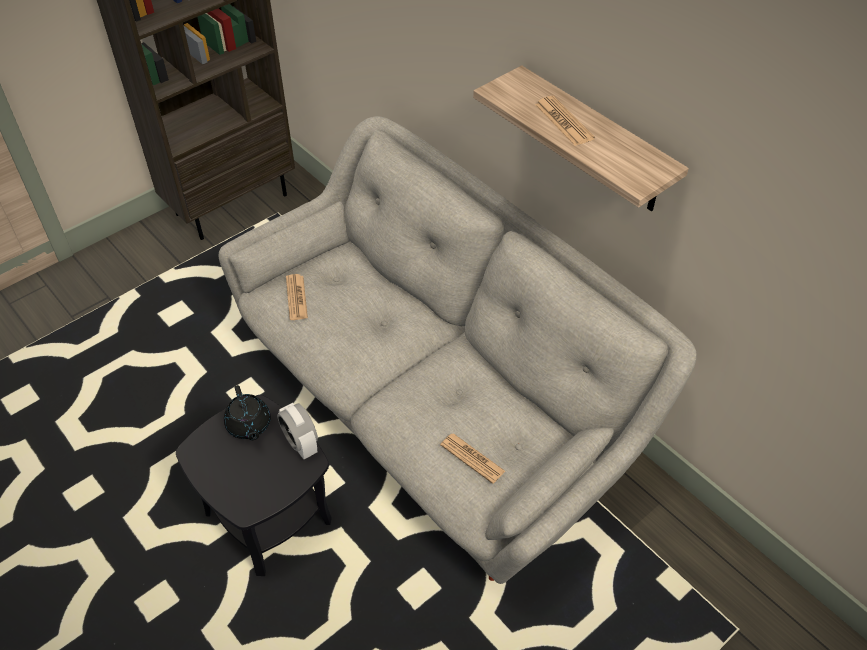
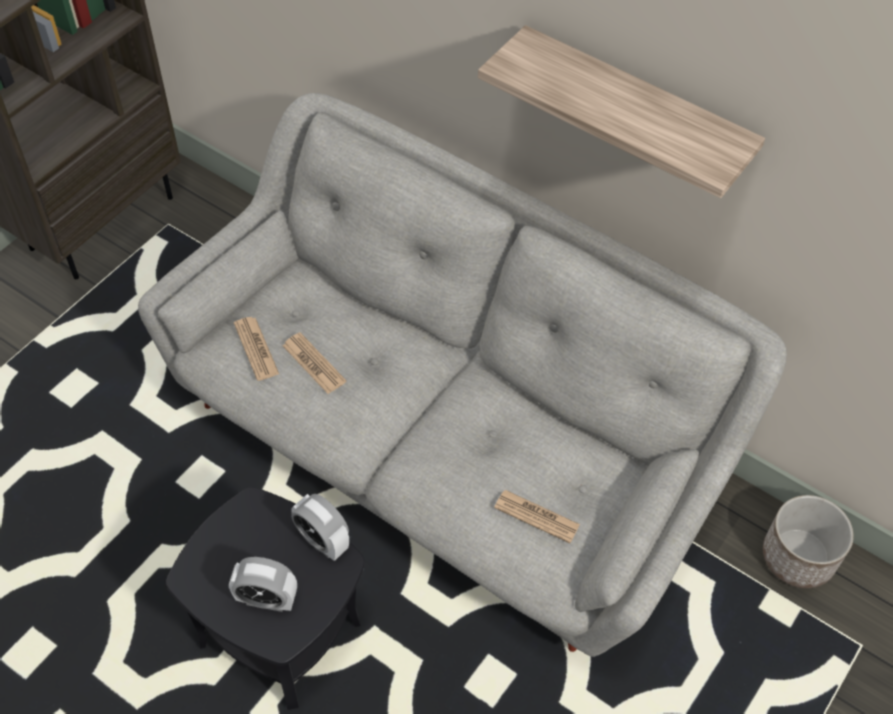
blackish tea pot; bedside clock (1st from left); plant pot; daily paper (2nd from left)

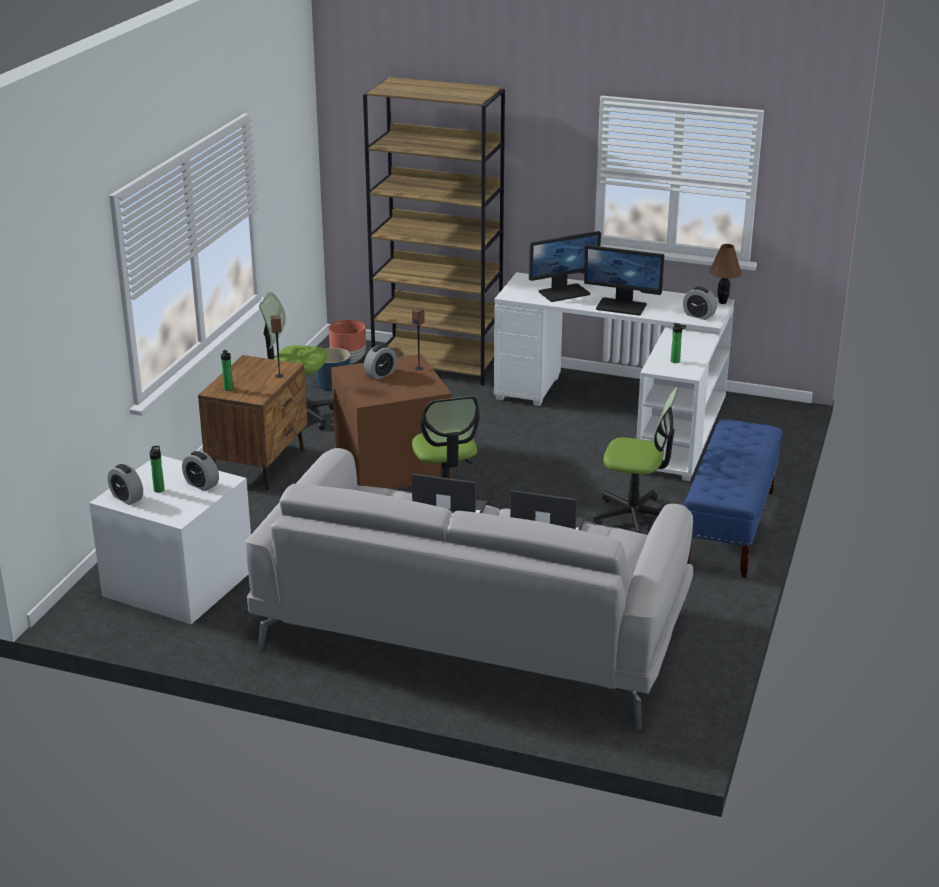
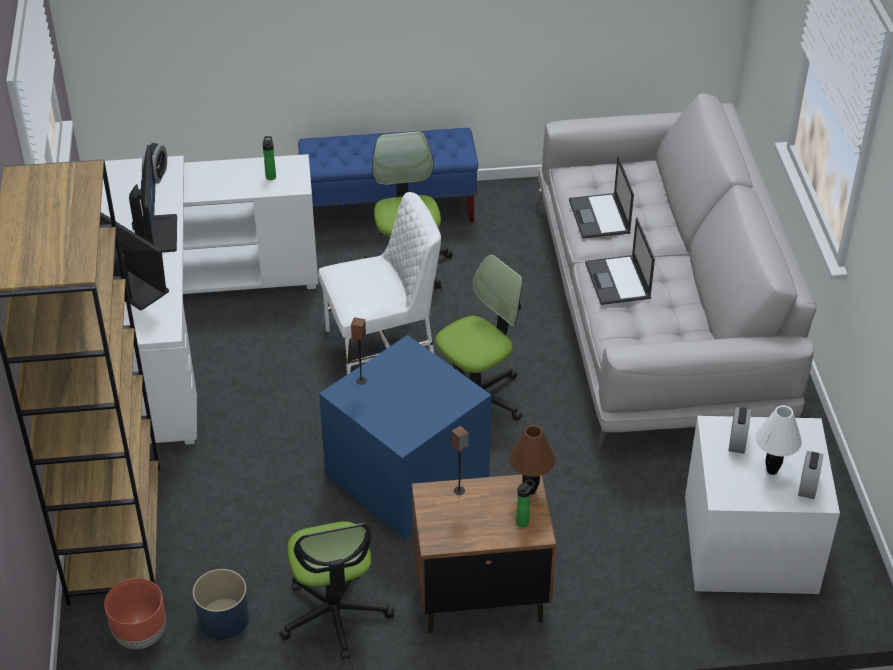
bedside clock (3rd from left in the first image); white-coloured plain chair; brownish lamp for a table; white-coloured lamp for a table; blue-coloured storage container

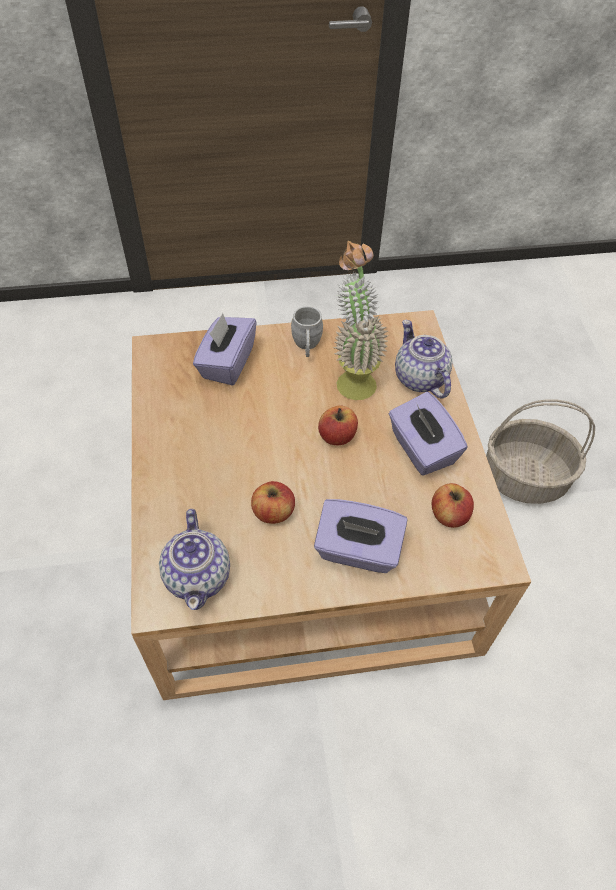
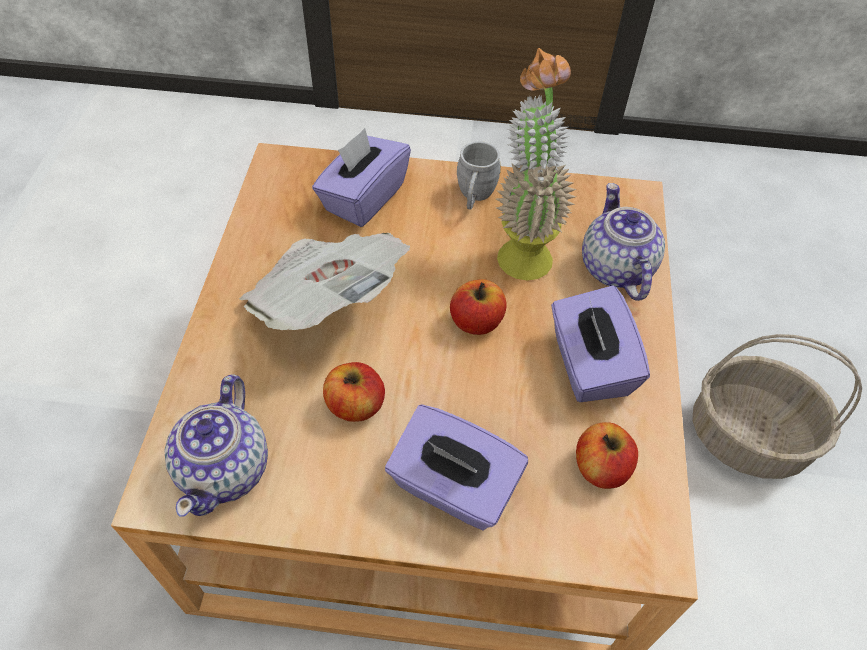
daily paper

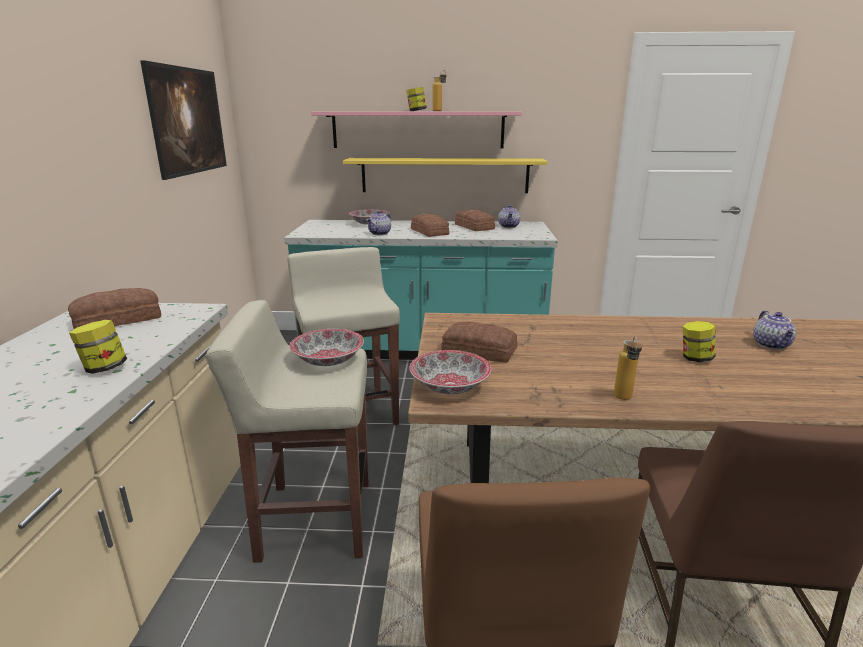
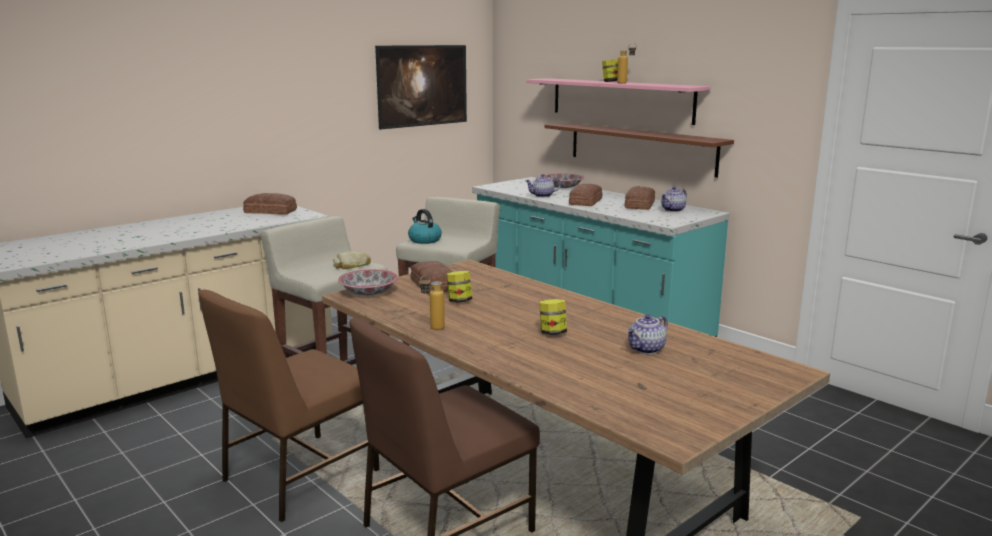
kettle; storage jar (1st from left); baked bread (2nd from left); brownish shelf

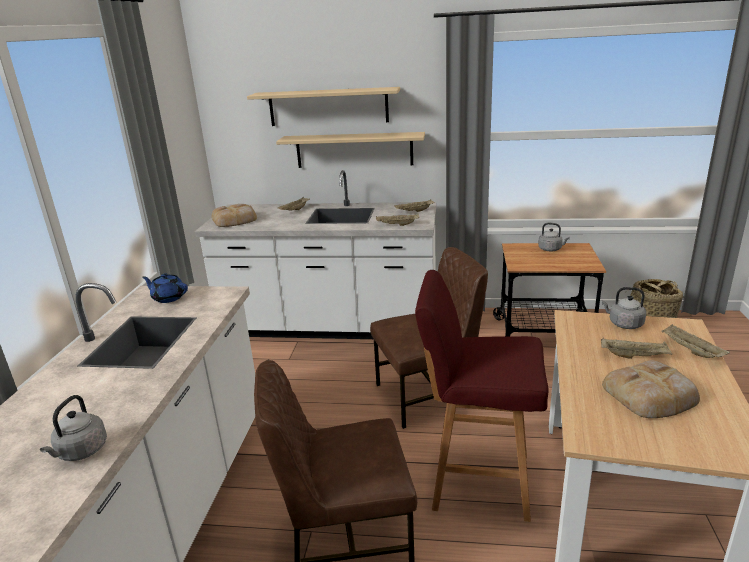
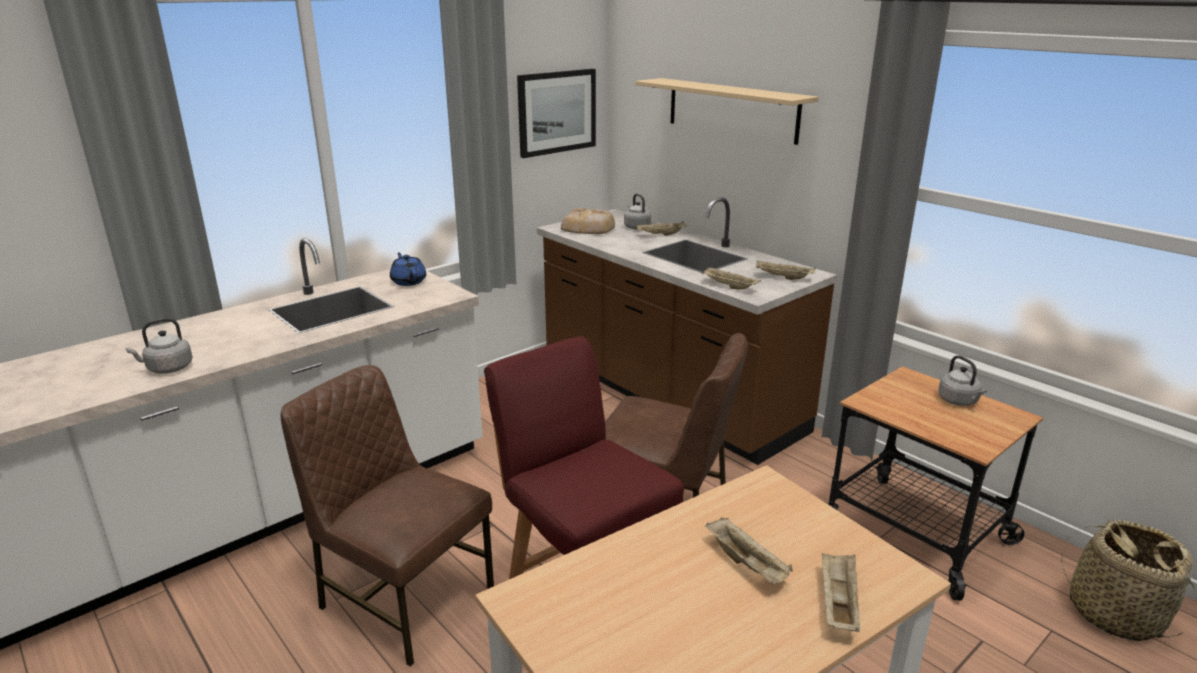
beige shelf (2nd from left in the first image); baked bread (2nd from left in the first image); picture; greyish kettle (2nd from left); brownish counter

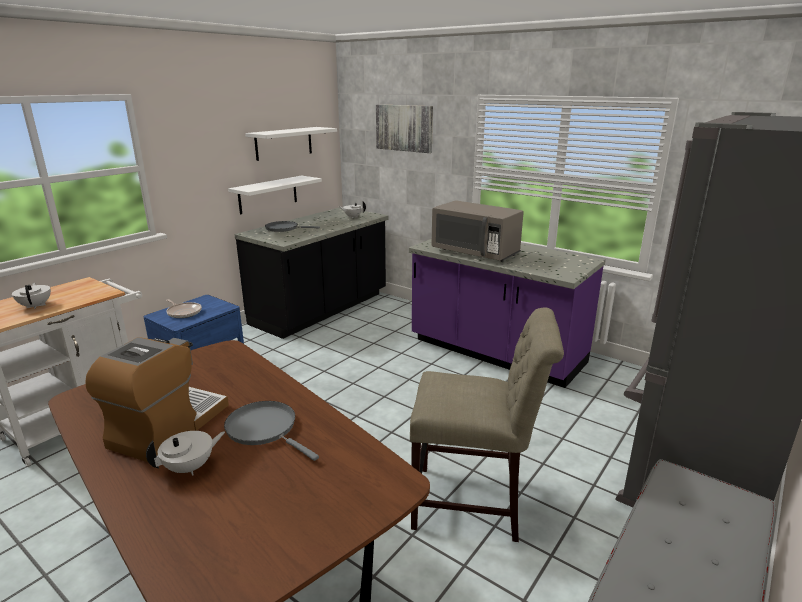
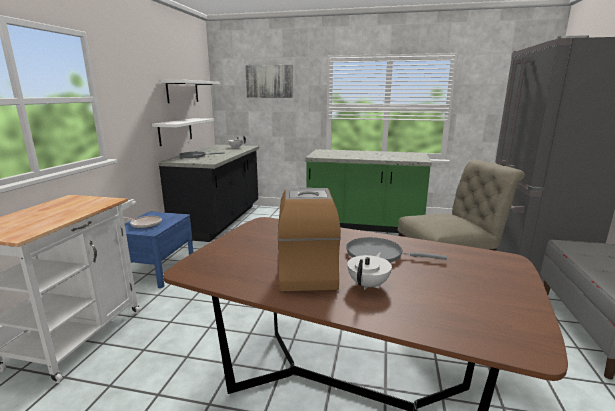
white-coloured tea pot (1st from left in the first image); greyish microwave oven; greenish counter

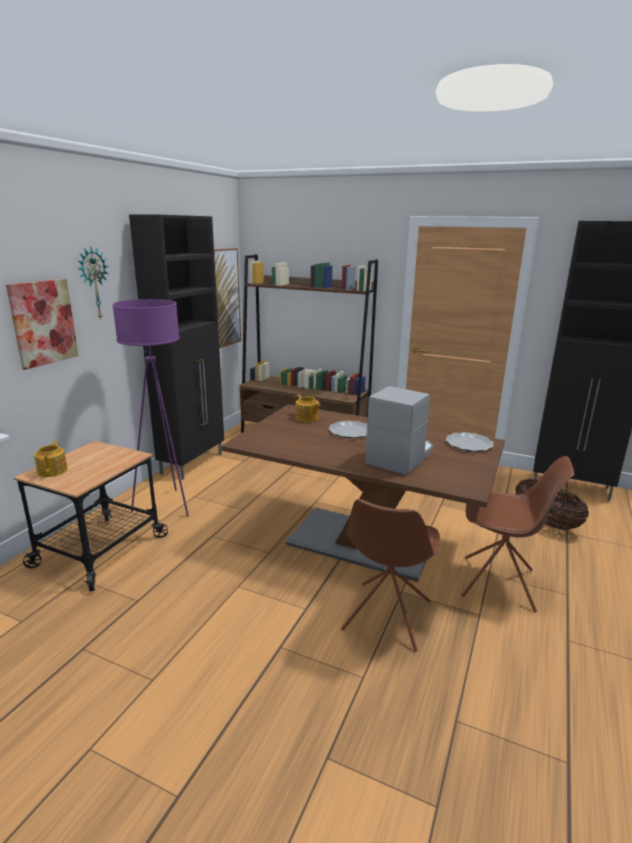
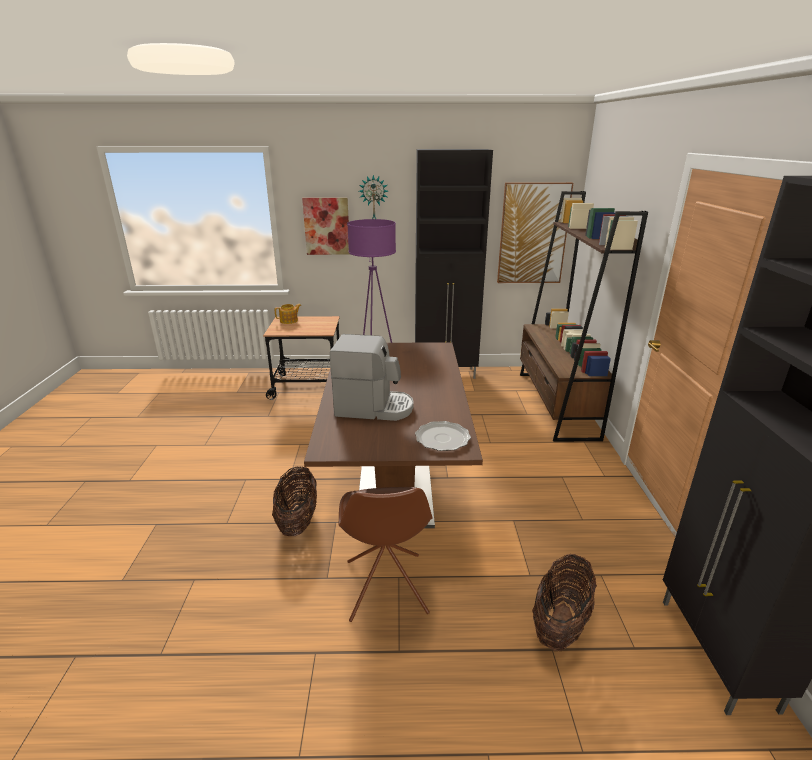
tea pot (2nd from left in the first image); flat dish (1st from left in the first image); household basket (1st from left)

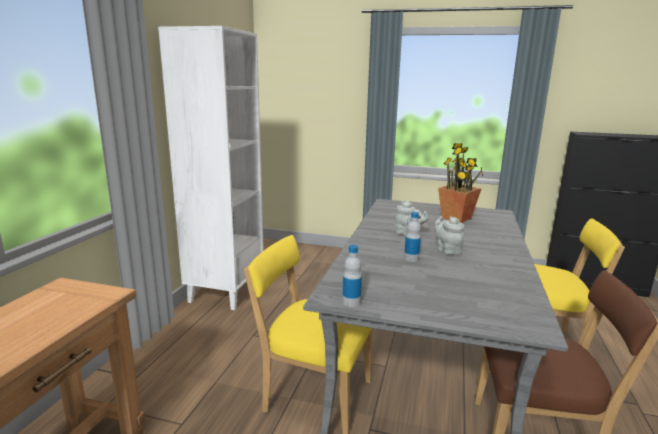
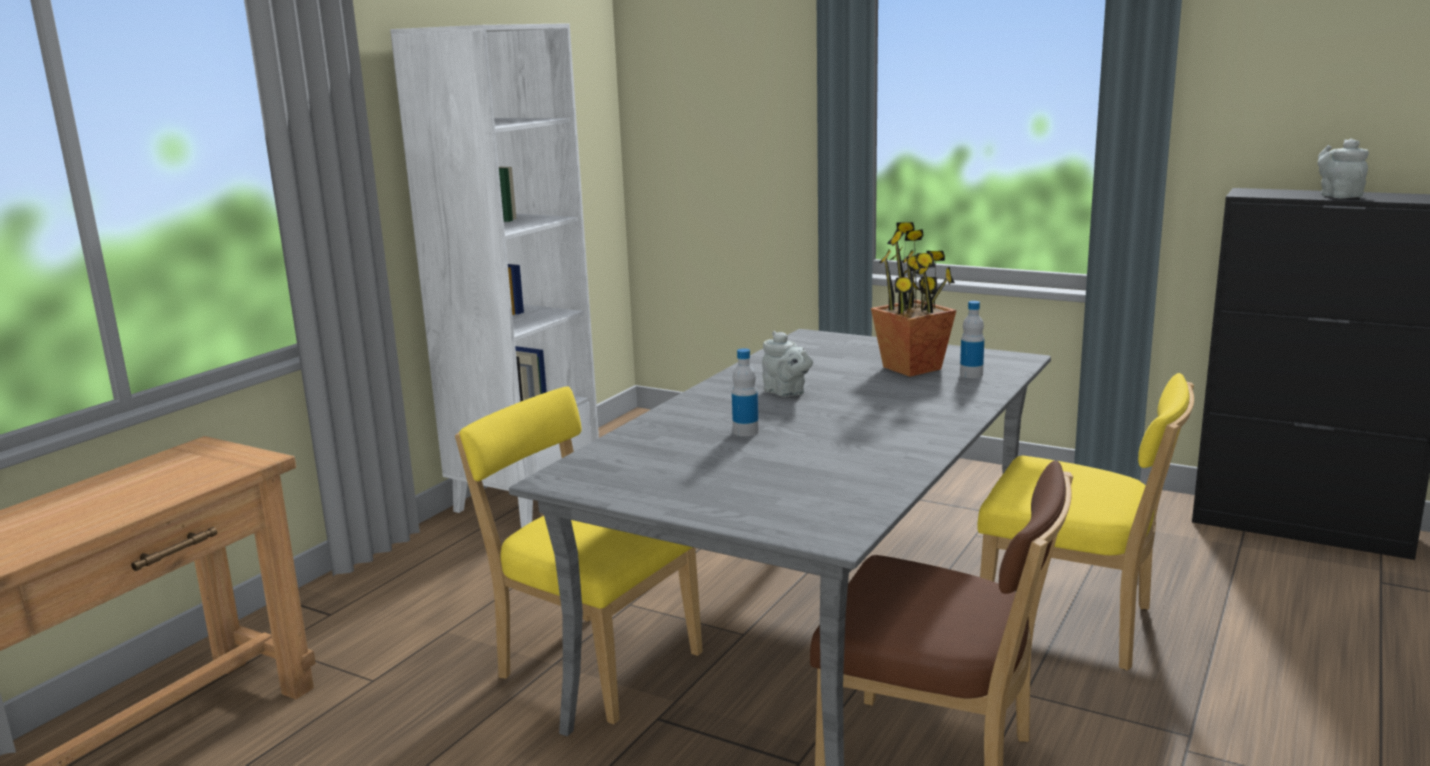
beverage bottle (2nd from left); greyish tea pot (2nd from left)

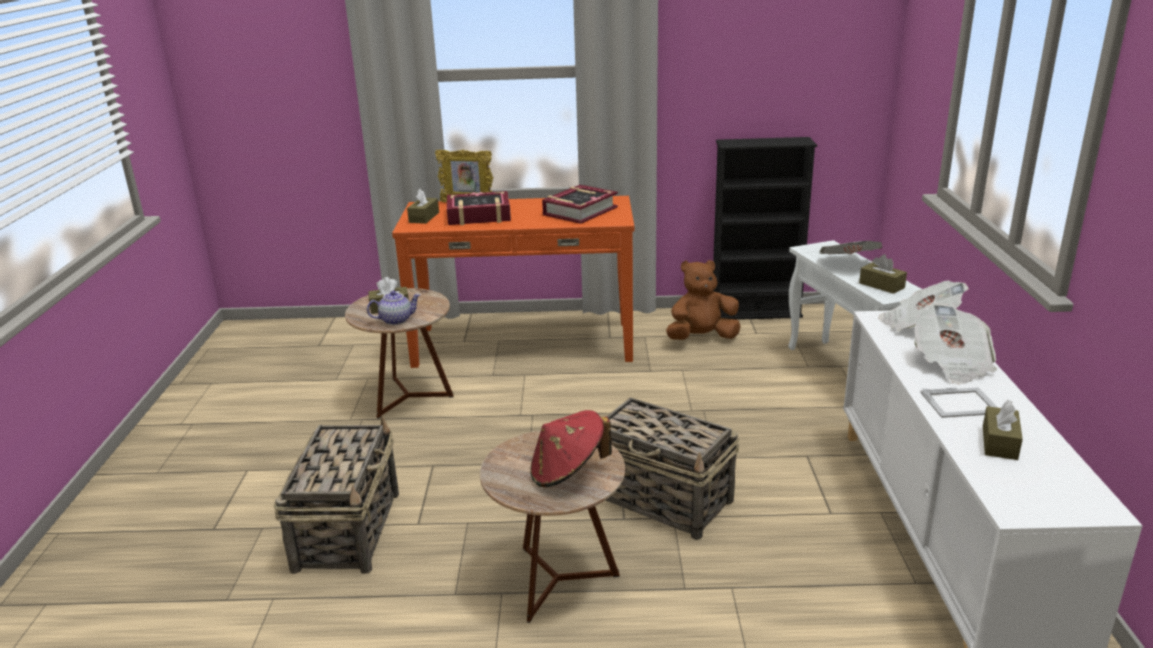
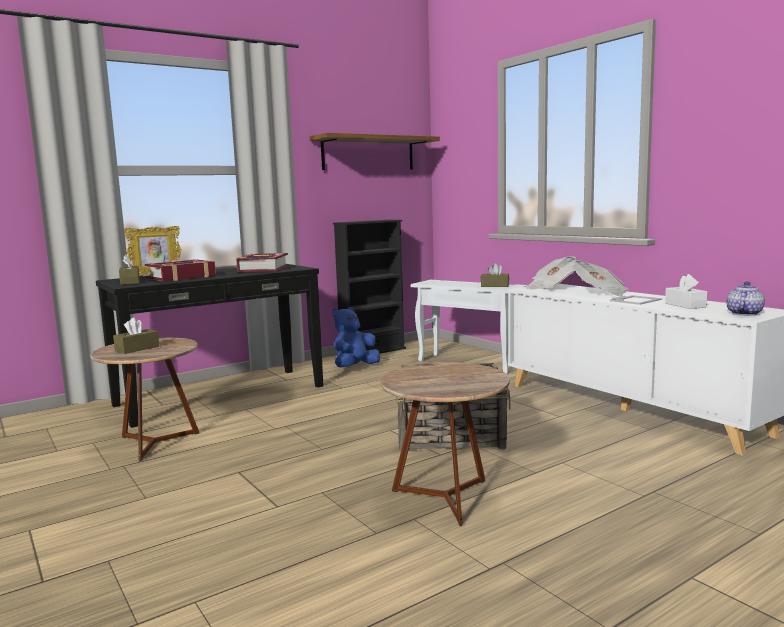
household basket (1st from left in the first image); red-coloured hat; daily paper (1st from left in the first image); shelf; tea pot; blackish hall table; blue-coloured plush toy; white-coloured tissue holder

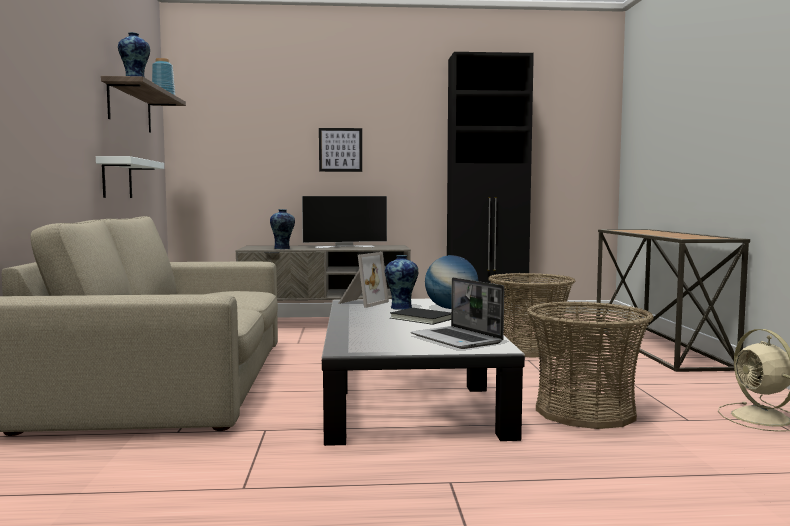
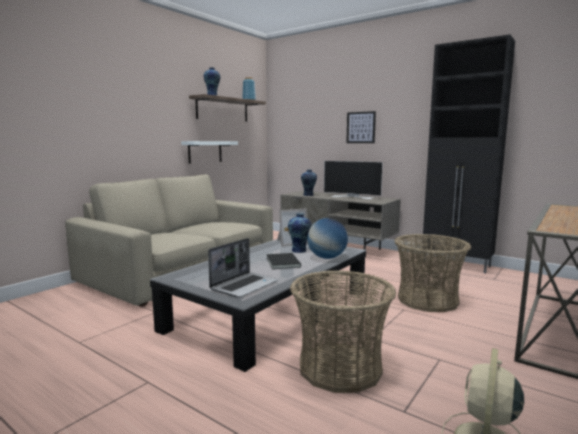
laptop

